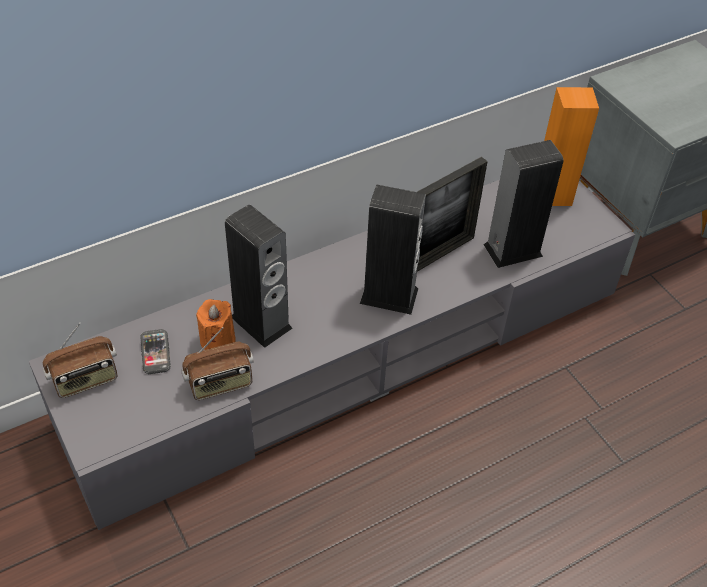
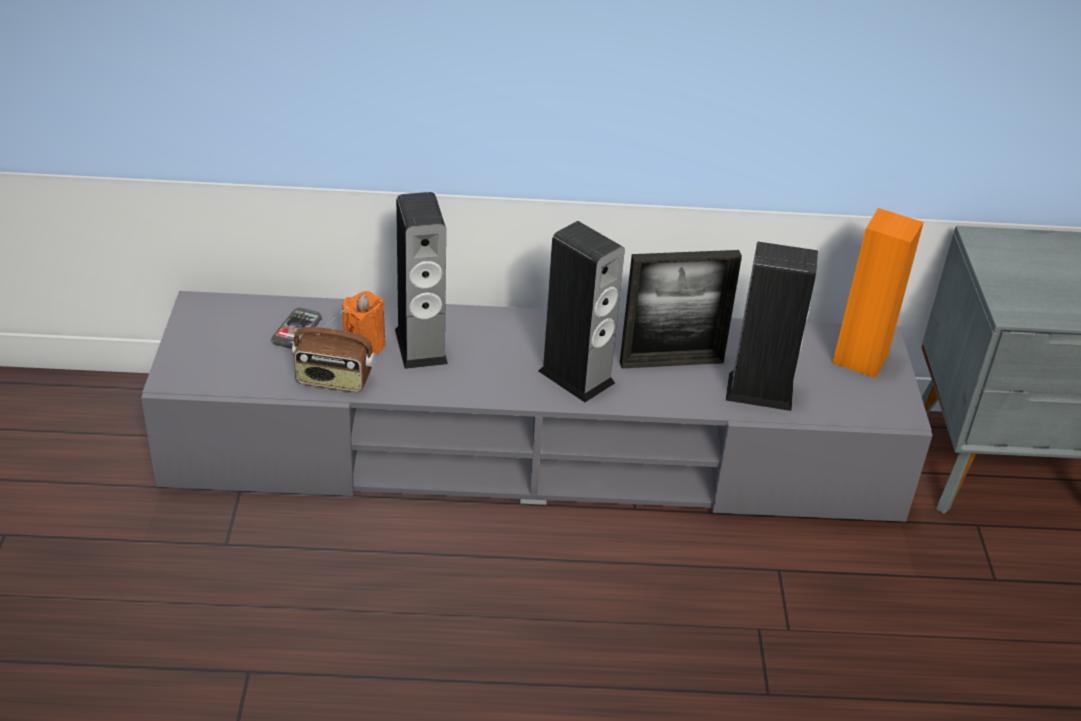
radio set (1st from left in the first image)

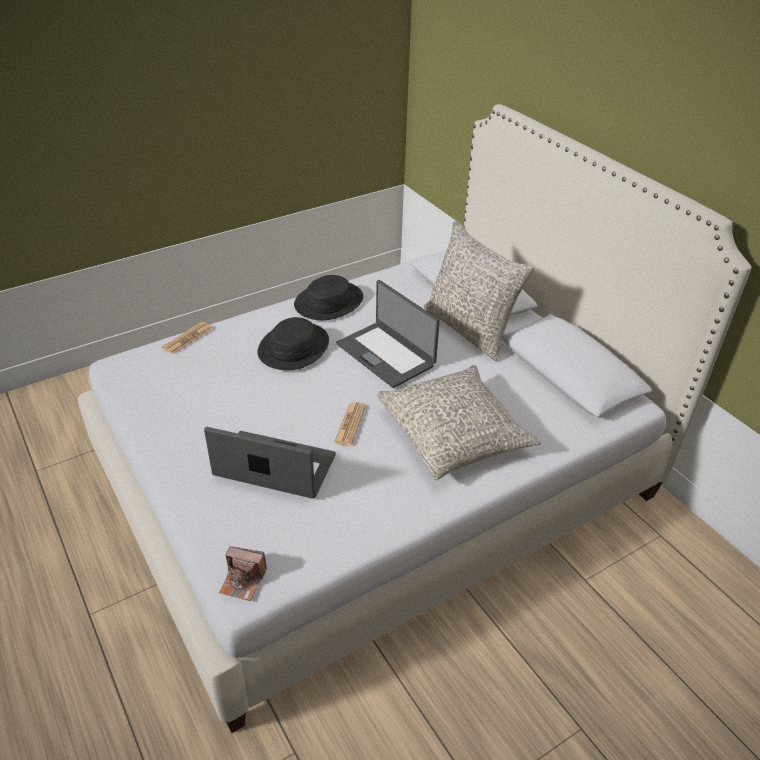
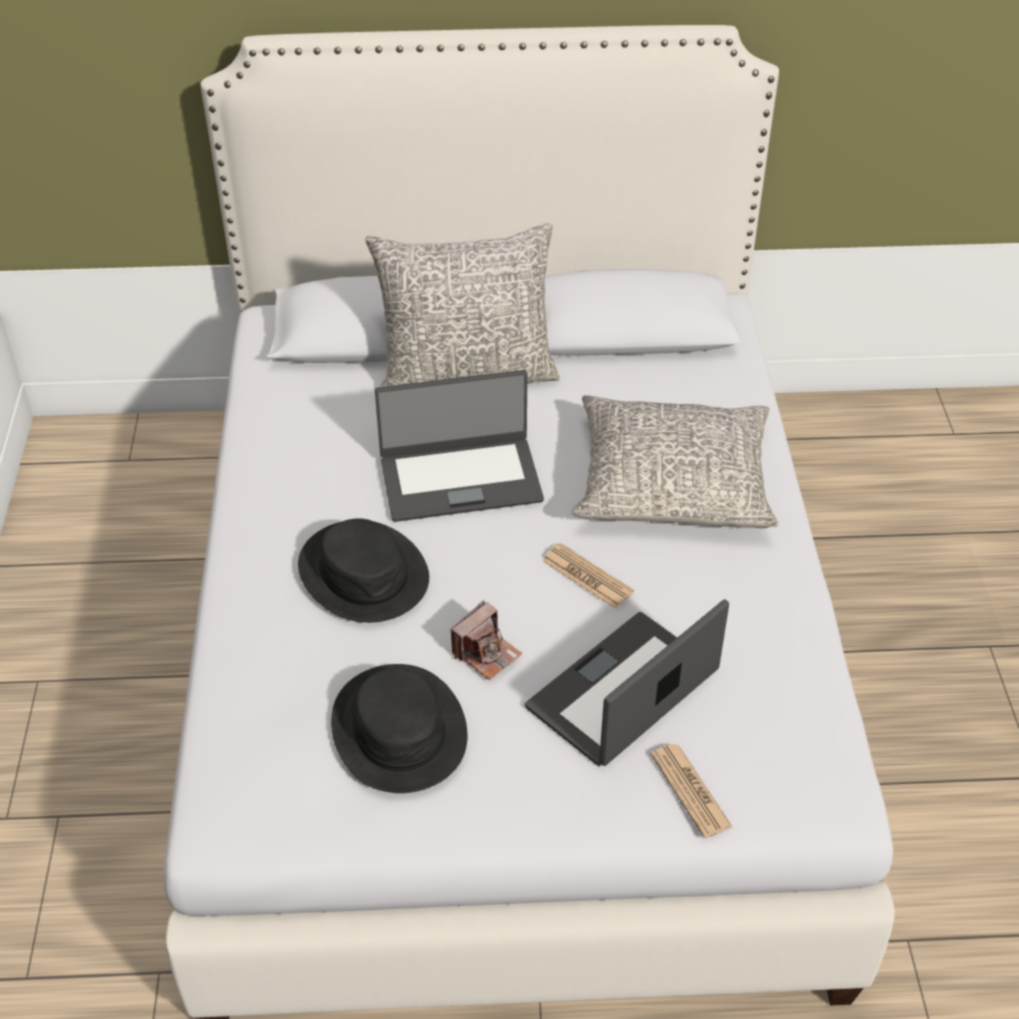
daily paper (2nd from left); photo camera; blackish hat (2nd from left)

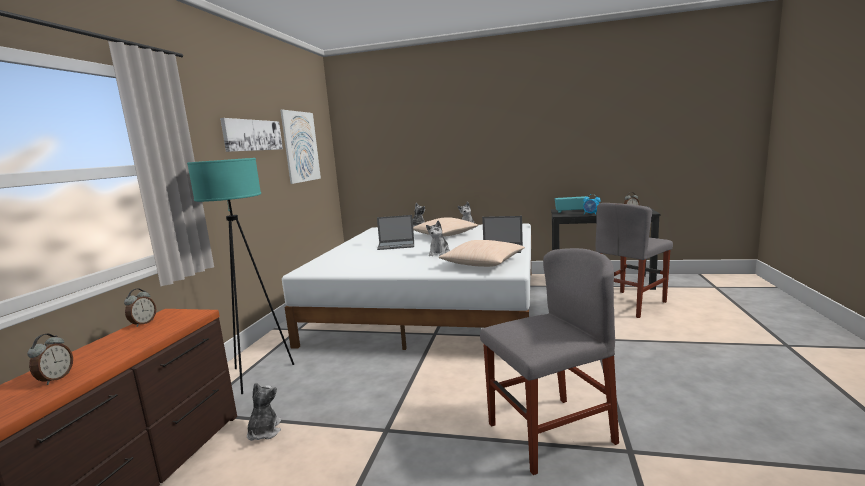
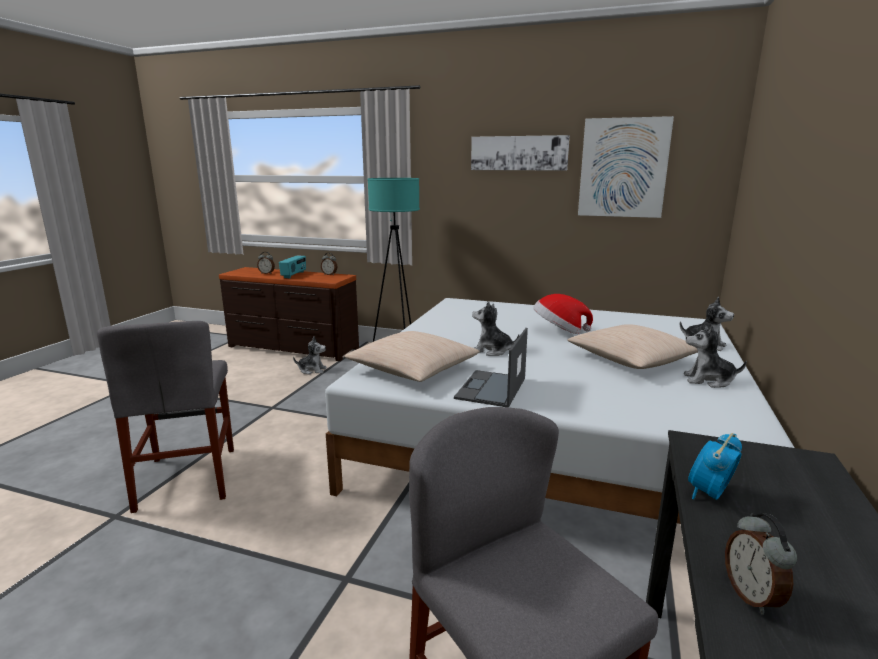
radio set; hat

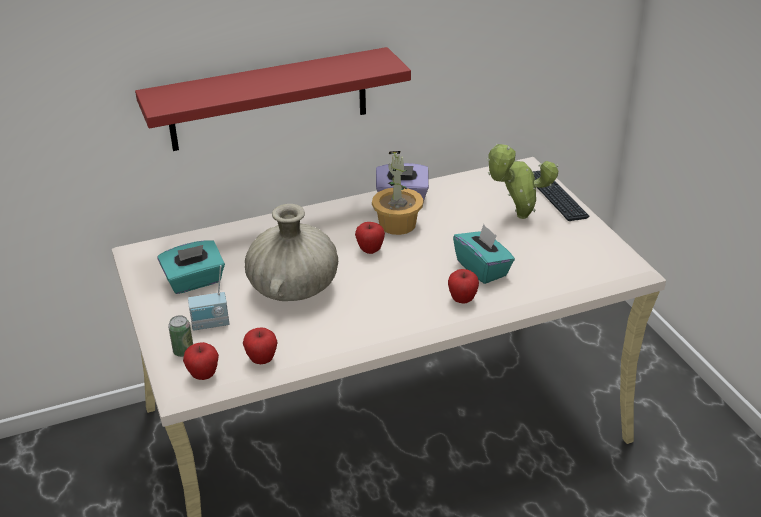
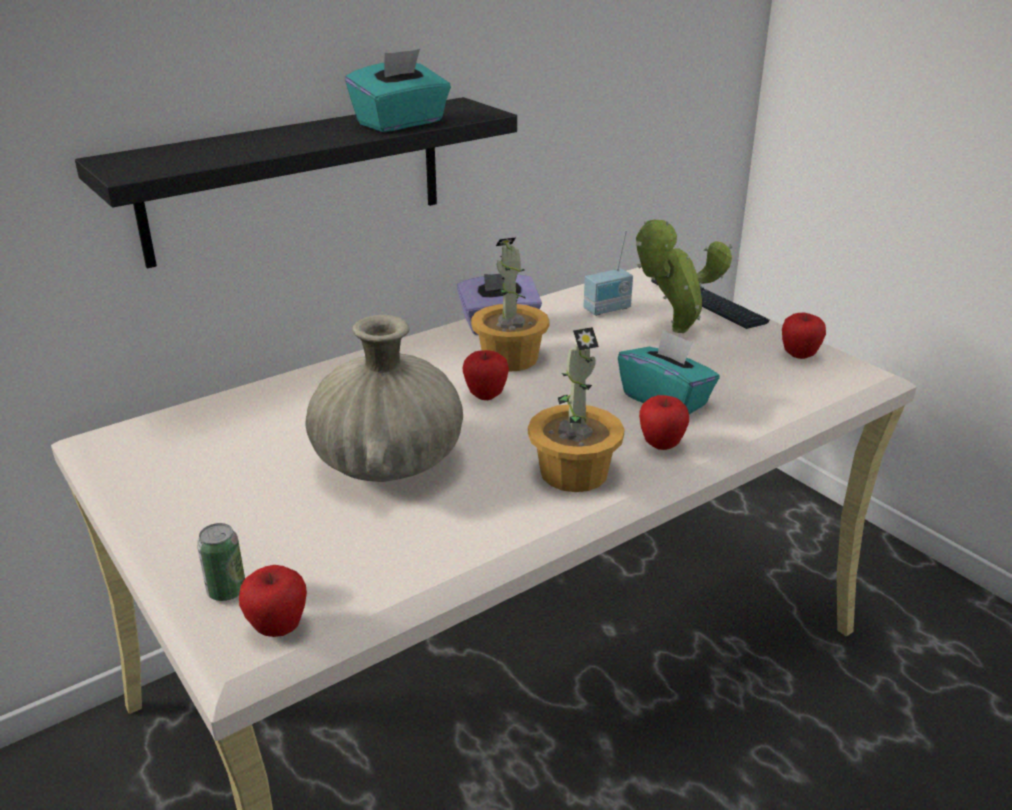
plant in a pot (2nd from left); blue-green tissue holder (1st from left); radio set; apple fruit (4th from left); blackish shelf

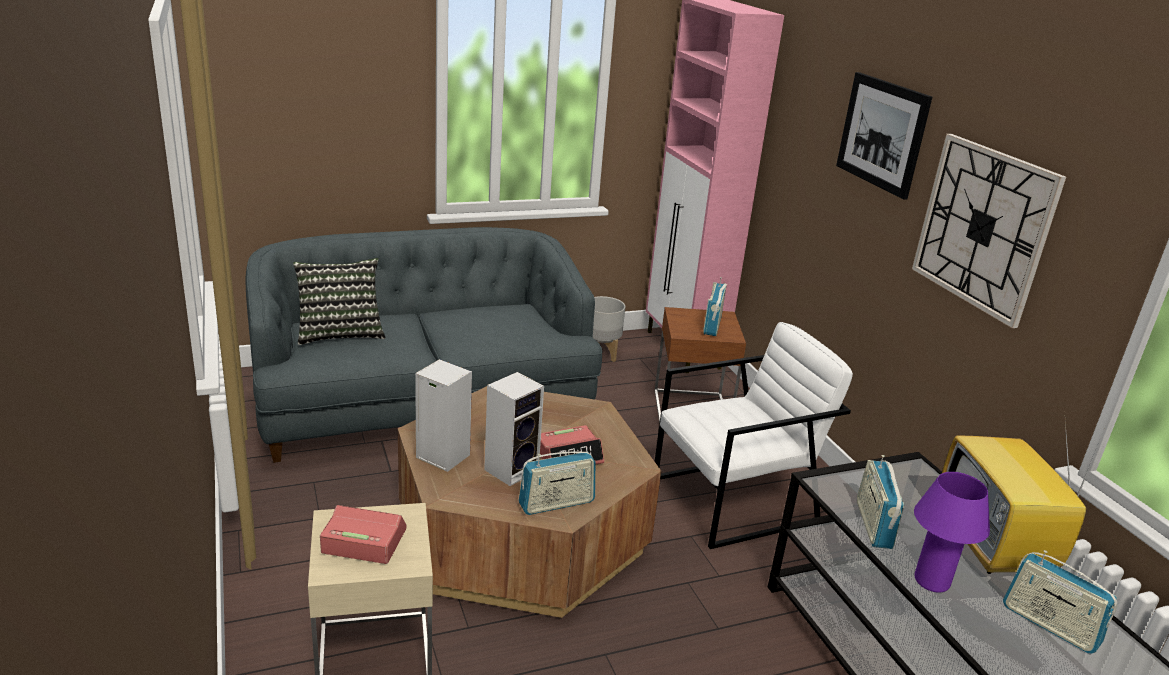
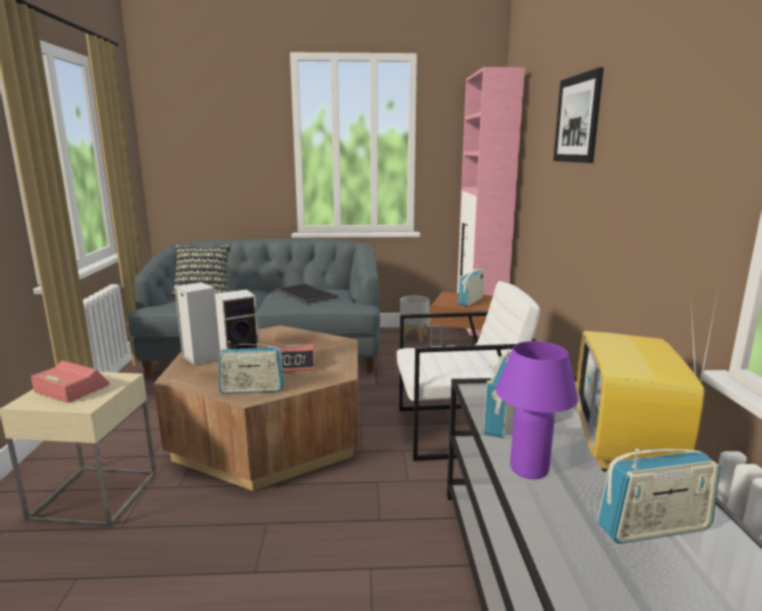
wall clock; serving tray; radio set (4th from left)

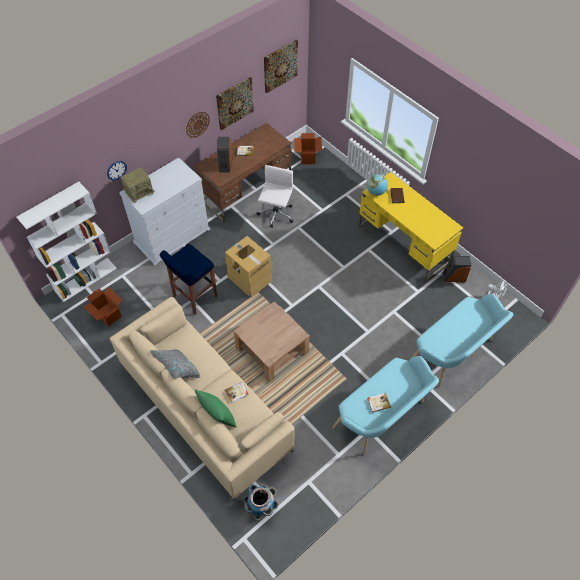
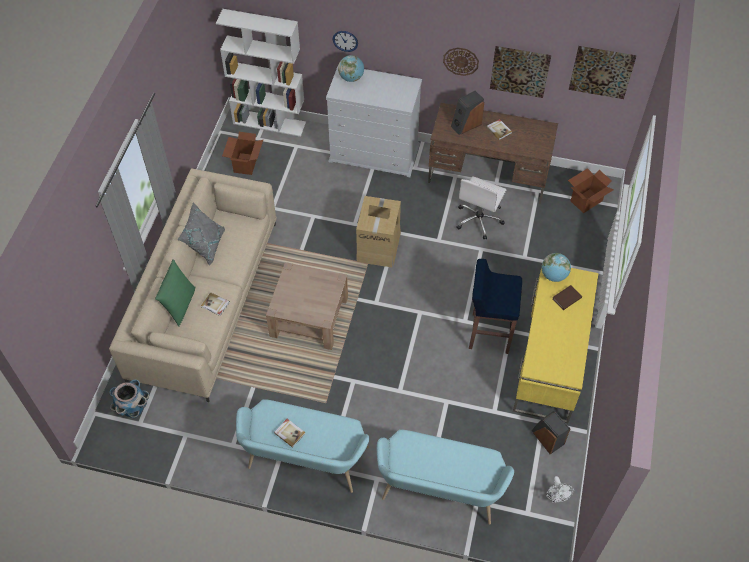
blue-coloured sitting stool; desk globe (1st from left); white-coloured computer chair

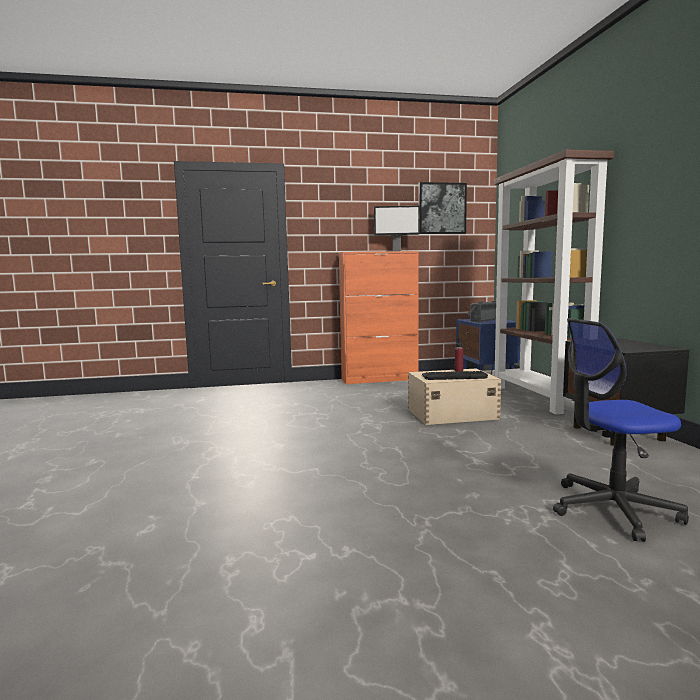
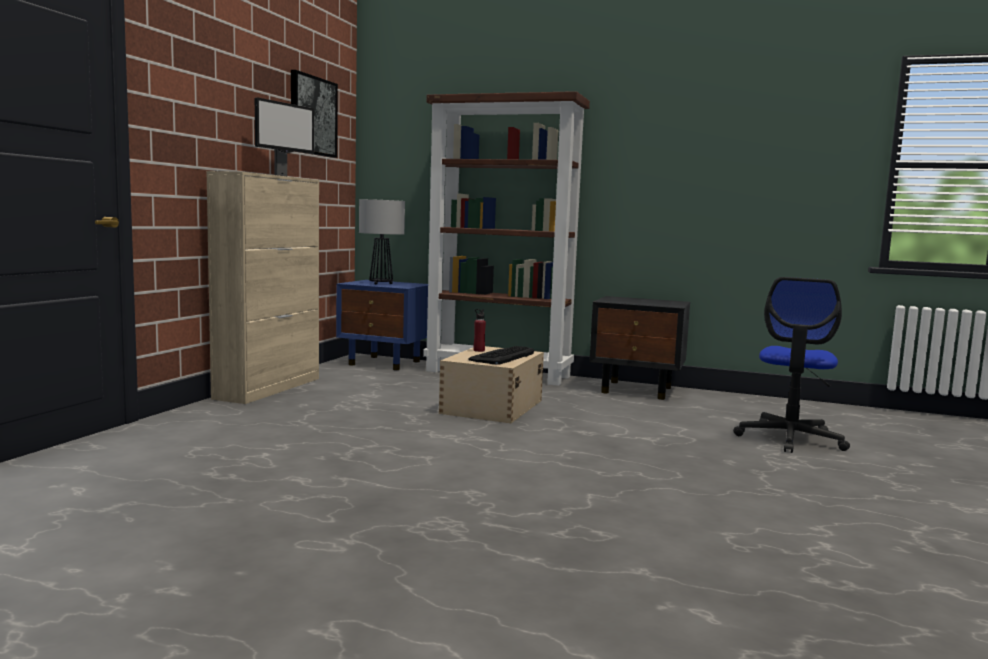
lamp for a table; beige storage cabinet

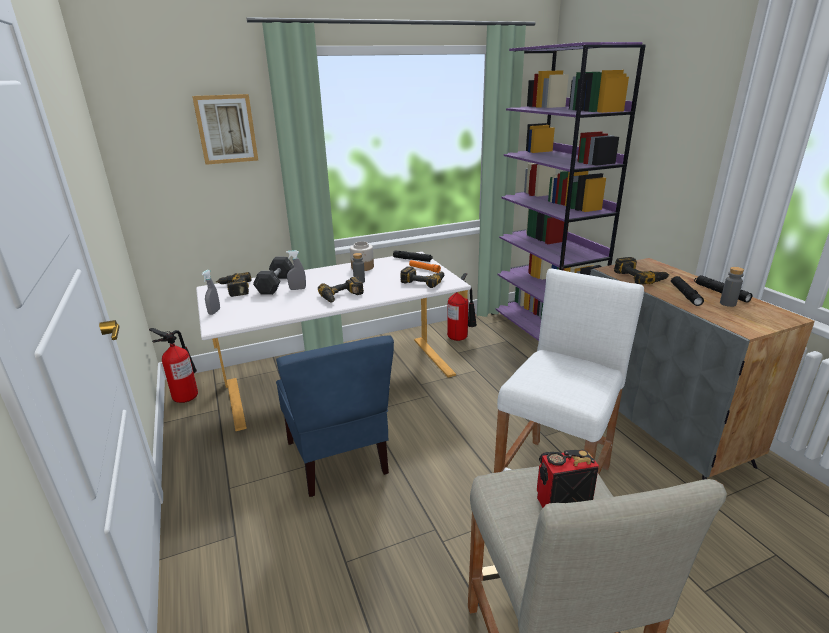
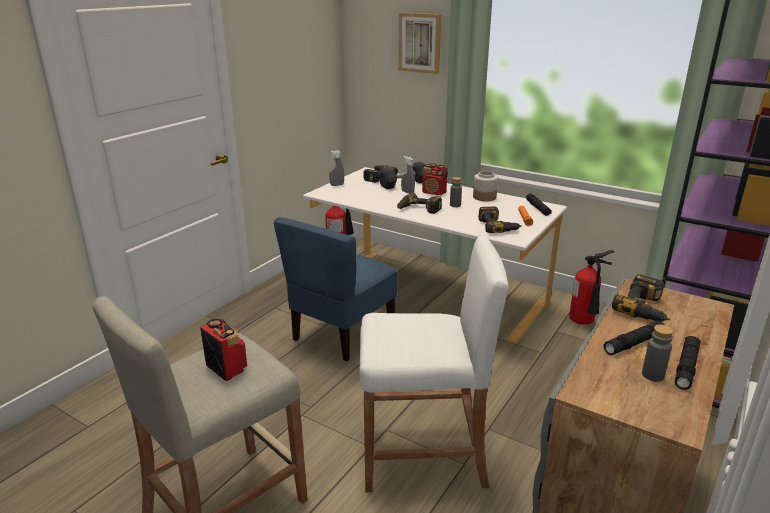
radio set (2nd from left)

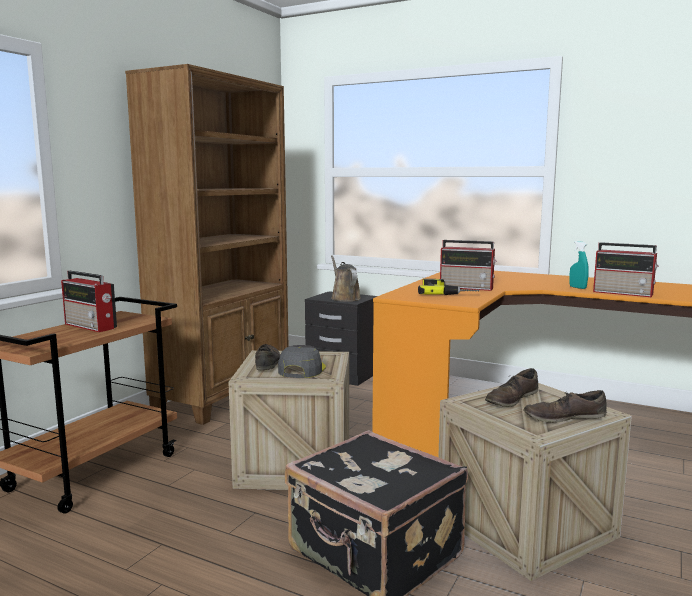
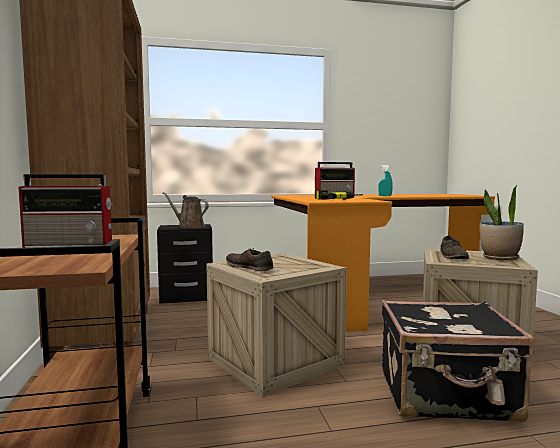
greyish peaked cap; radio set (3rd from left in the first image); plant in a pot

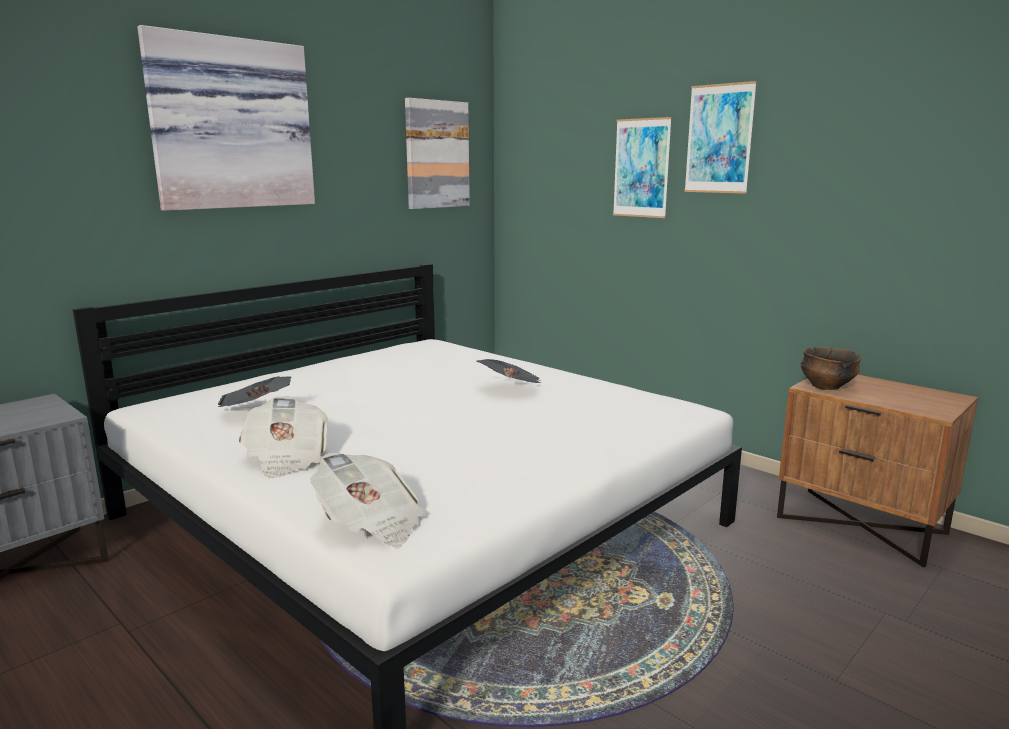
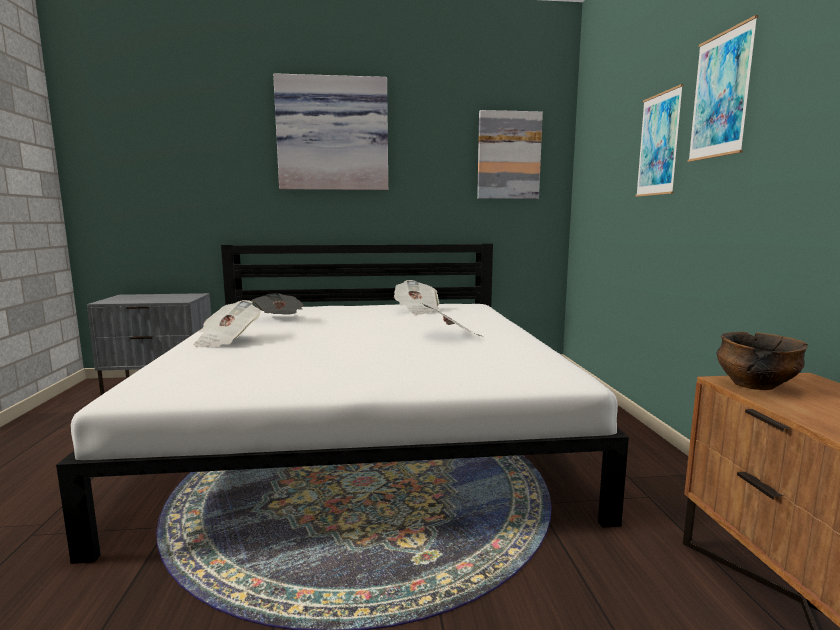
daily paper (3rd from left)

